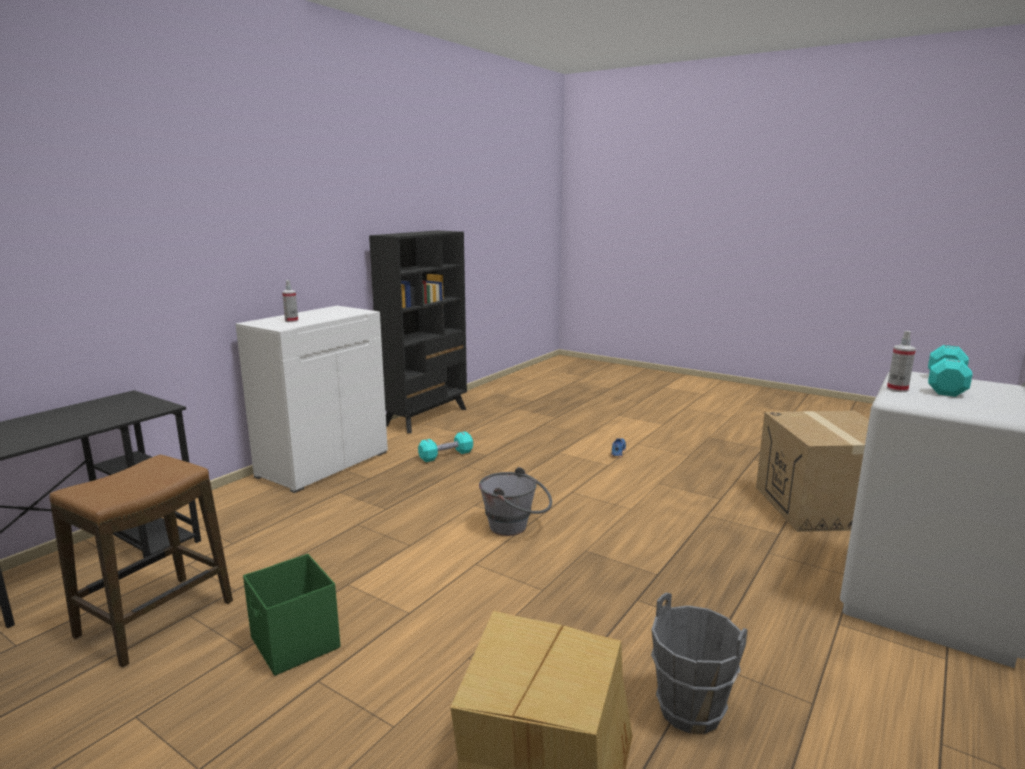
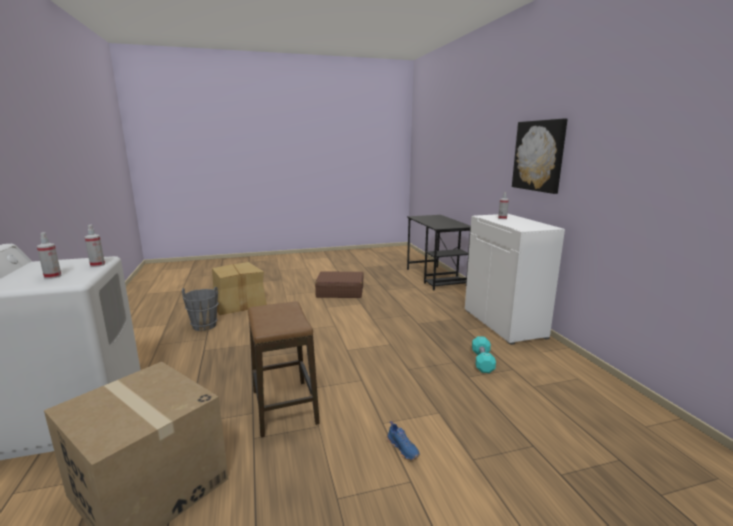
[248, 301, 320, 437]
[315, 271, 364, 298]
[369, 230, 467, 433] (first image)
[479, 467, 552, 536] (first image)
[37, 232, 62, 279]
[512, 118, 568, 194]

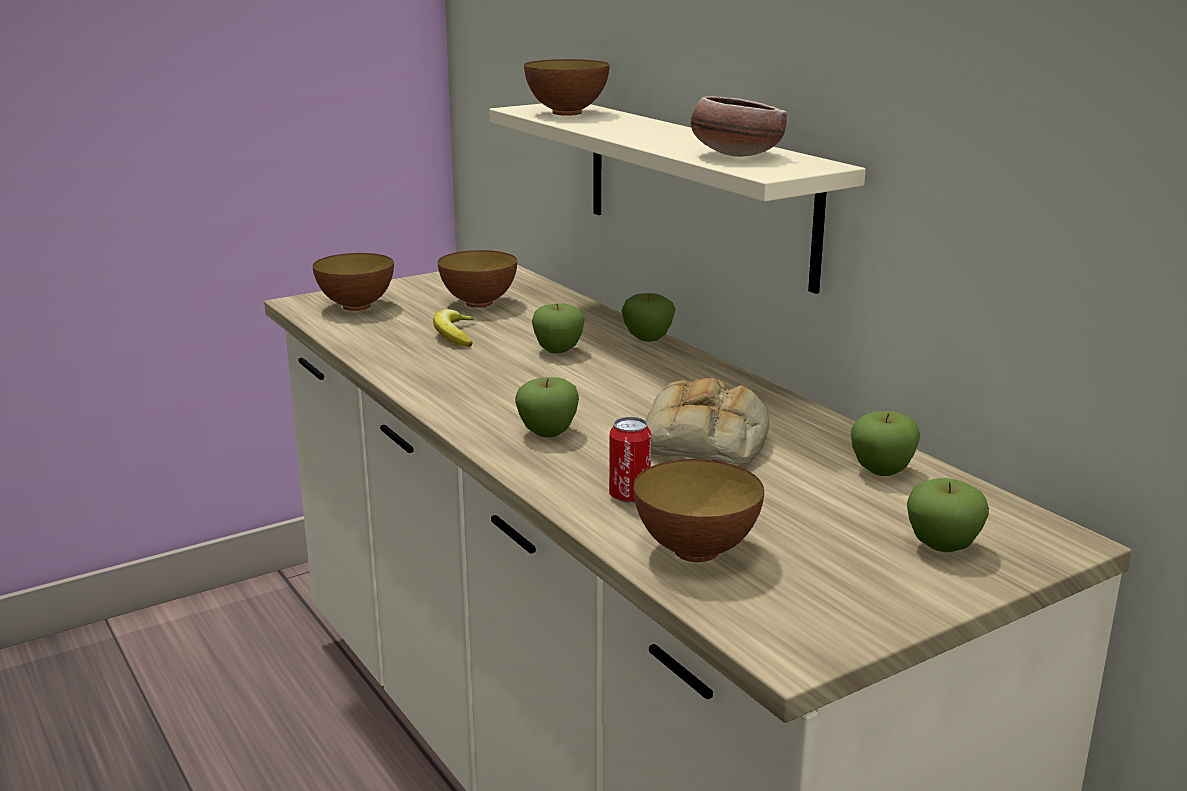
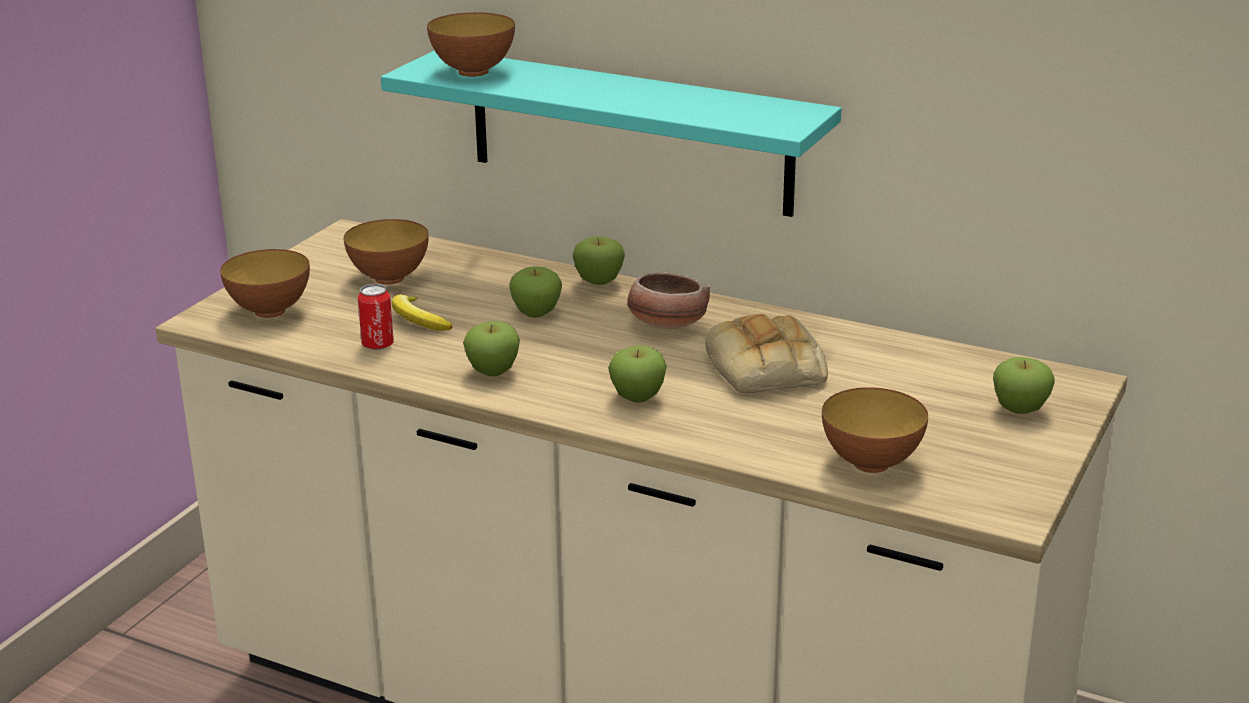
[381, 50, 842, 217]
[358, 284, 394, 350]
[627, 272, 710, 329]
[463, 321, 520, 376]

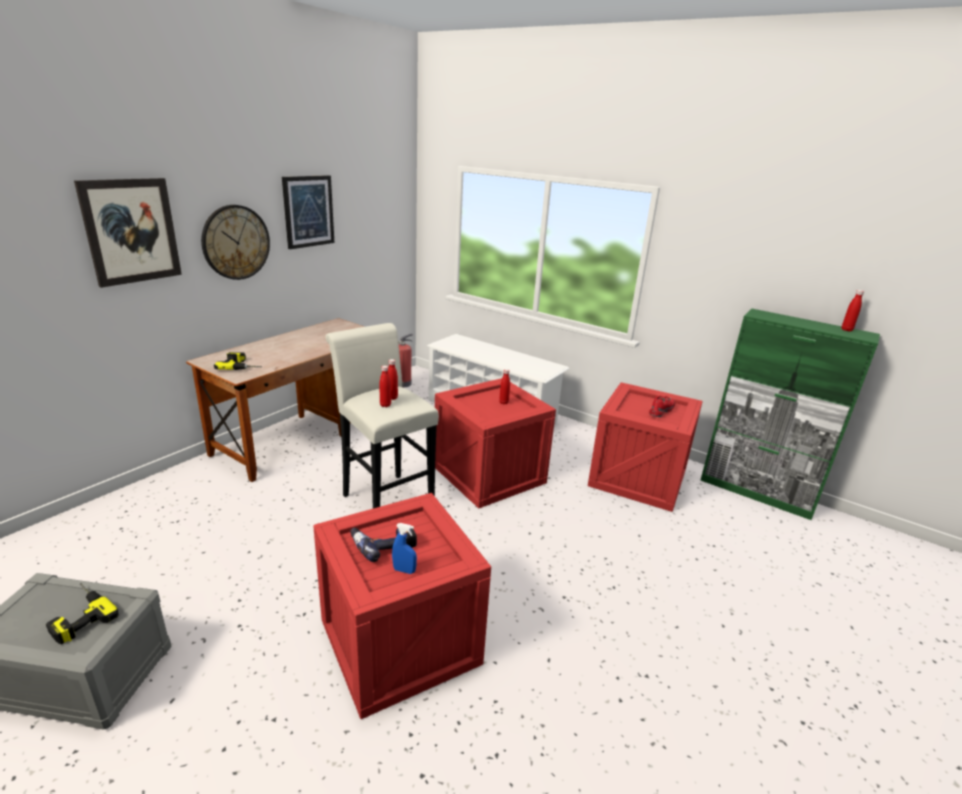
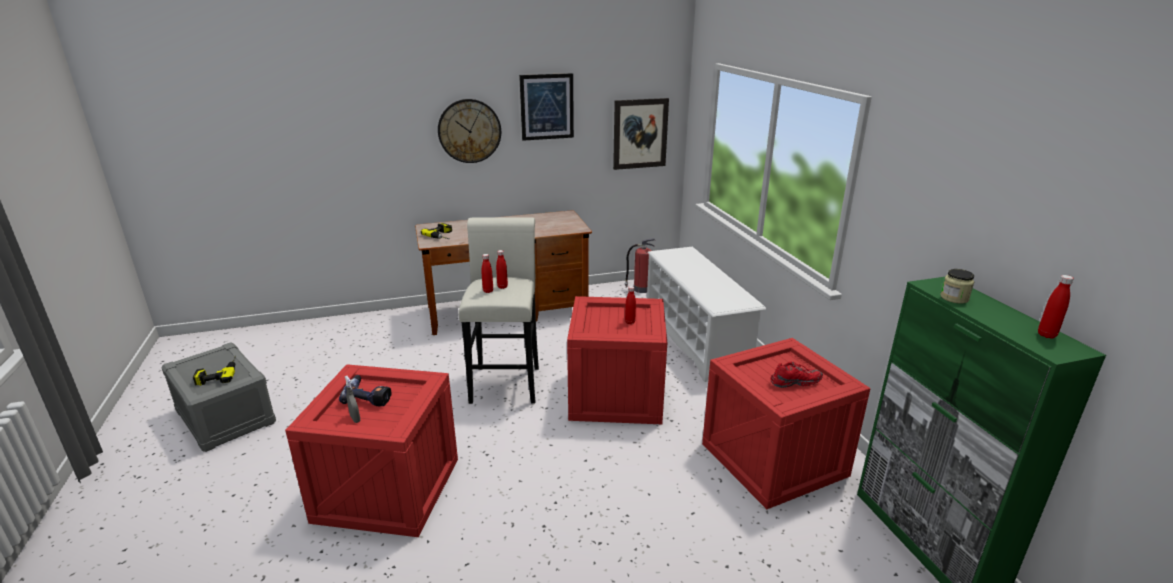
[613, 98, 669, 170]
[345, 376, 360, 423]
[940, 269, 974, 304]

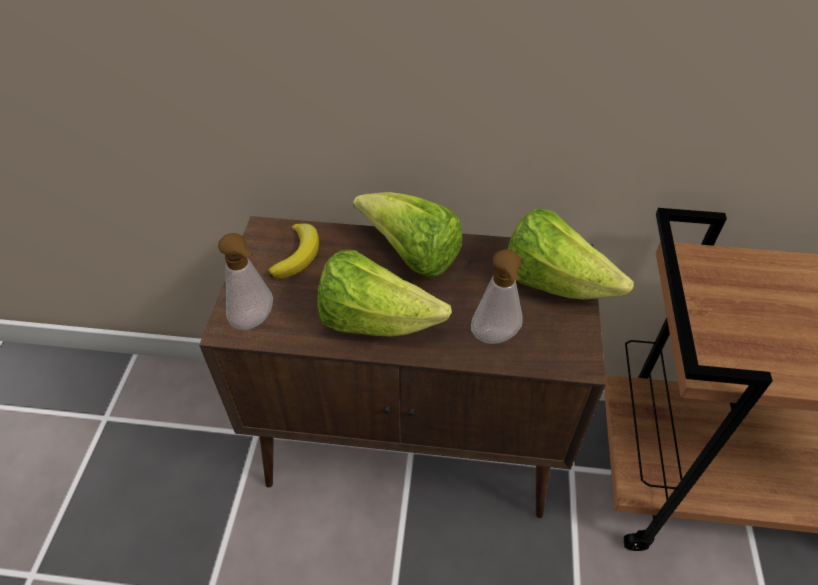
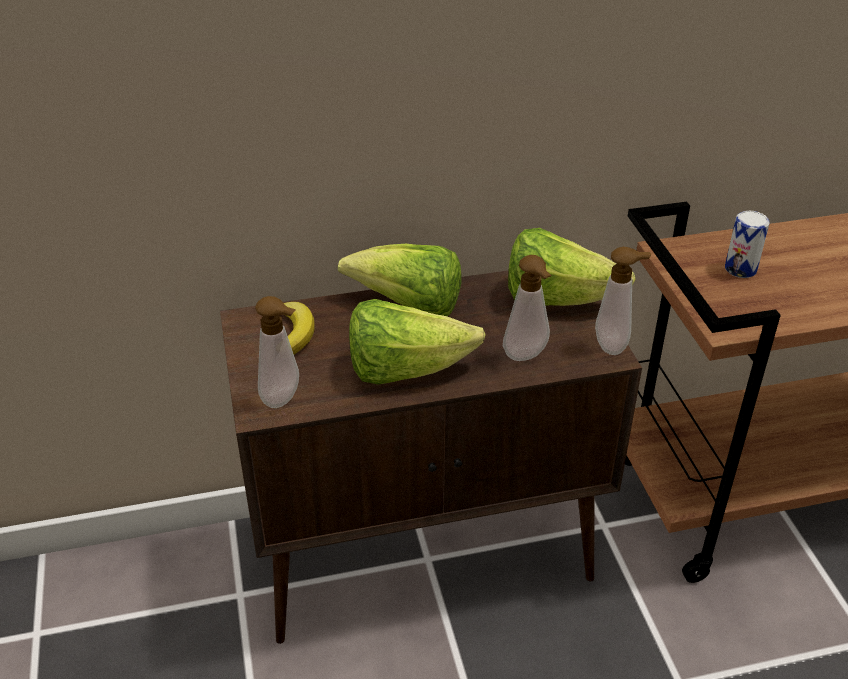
[595, 247, 651, 355]
[725, 211, 770, 278]

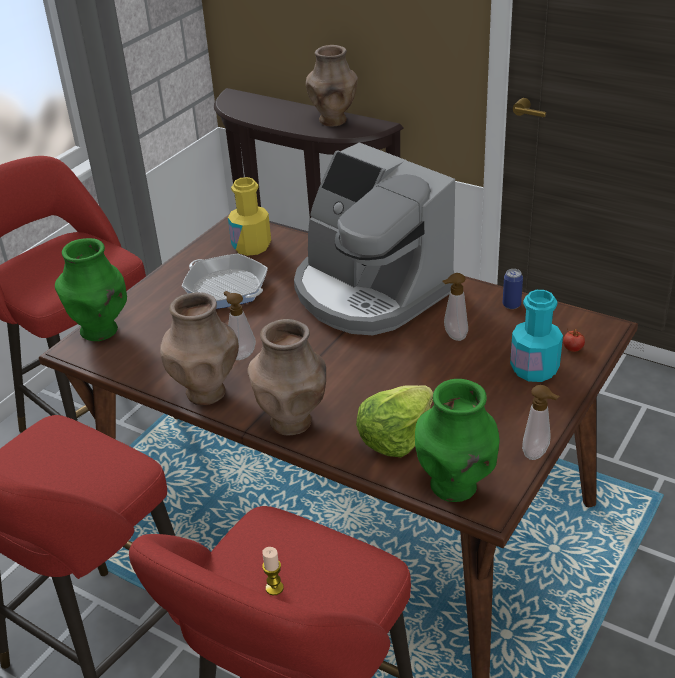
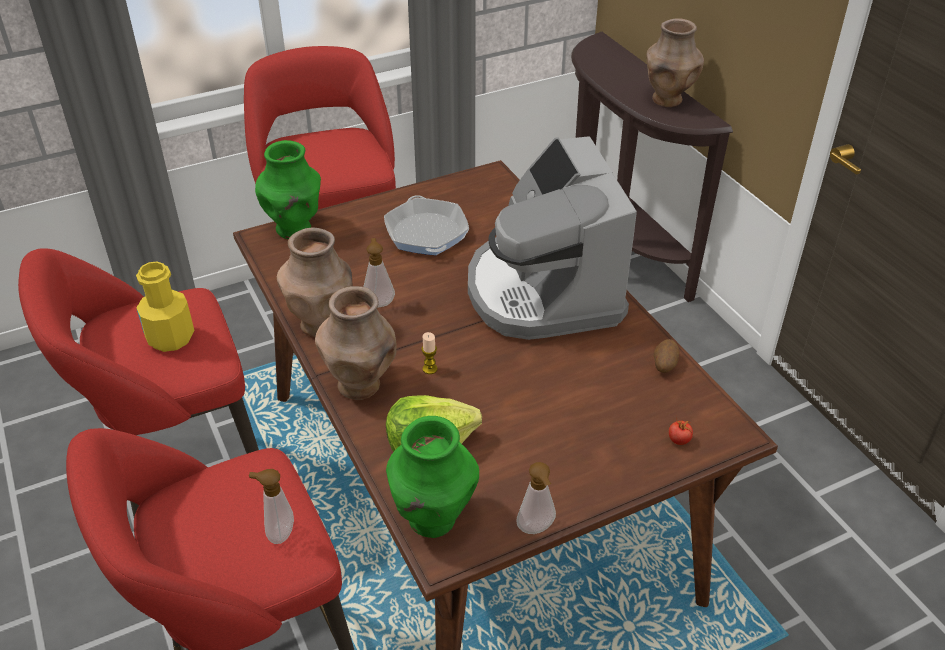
[136, 261, 194, 352]
[421, 332, 438, 374]
[249, 469, 294, 544]
[653, 339, 679, 373]
[510, 290, 563, 382] (first image)

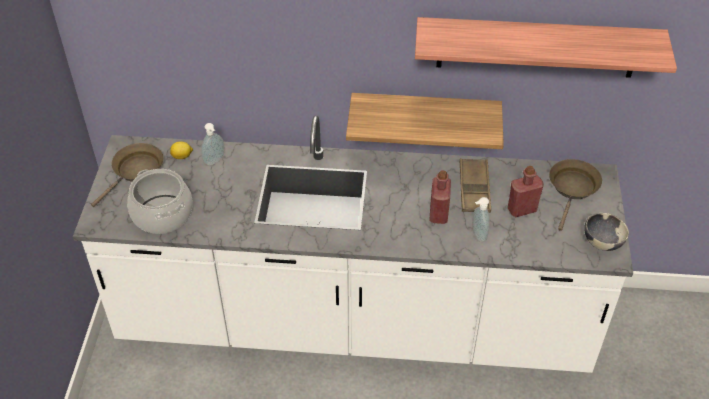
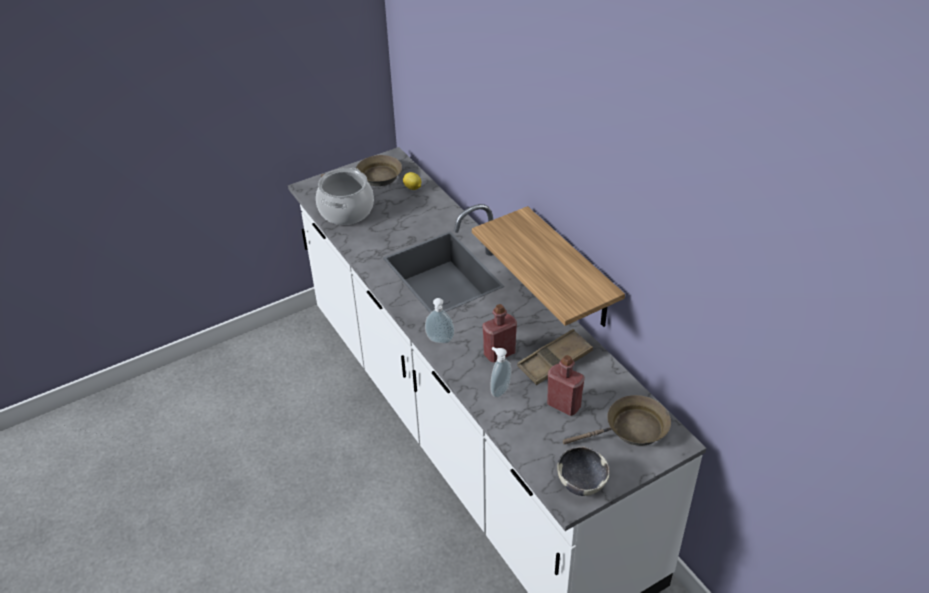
[425, 298, 455, 344]
[415, 17, 677, 78] (first image)

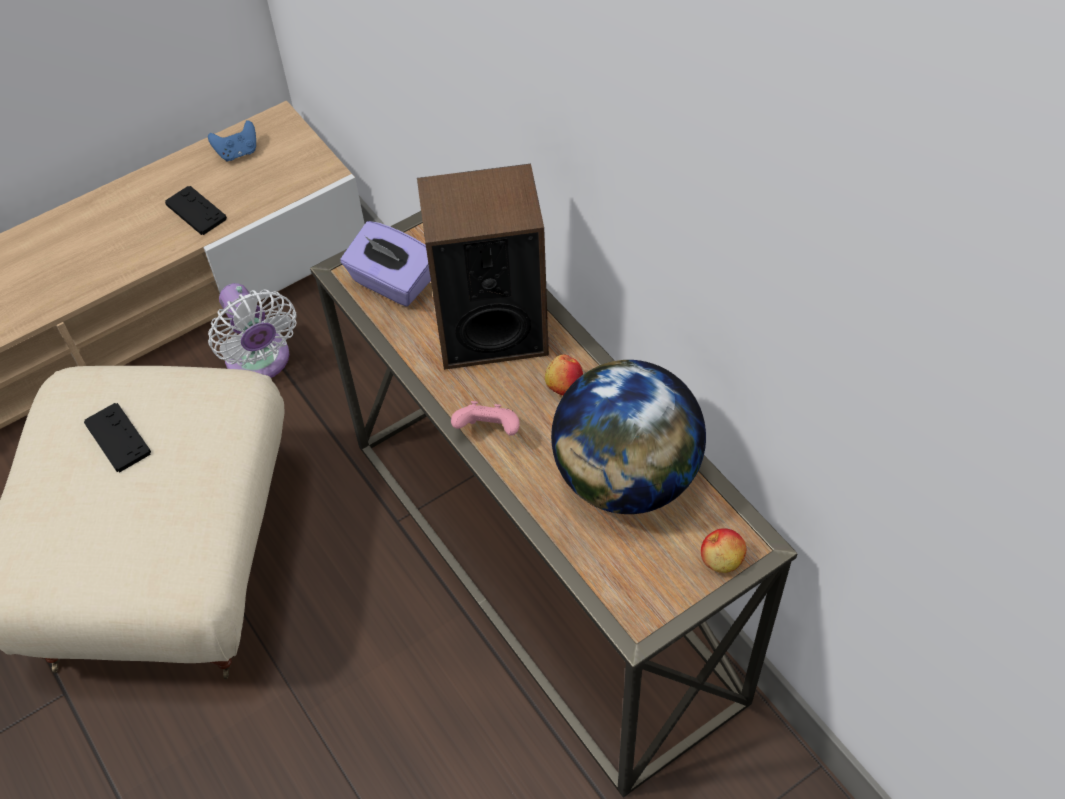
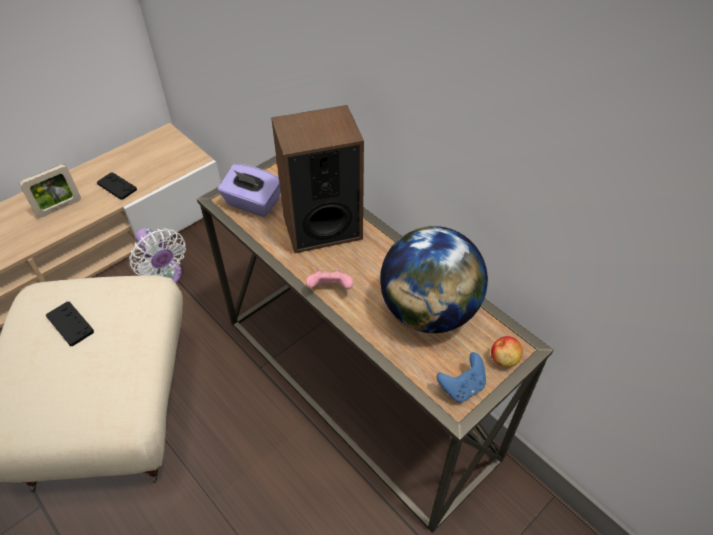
[437, 352, 486, 402]
[545, 354, 583, 396] (first image)
[19, 164, 81, 218]

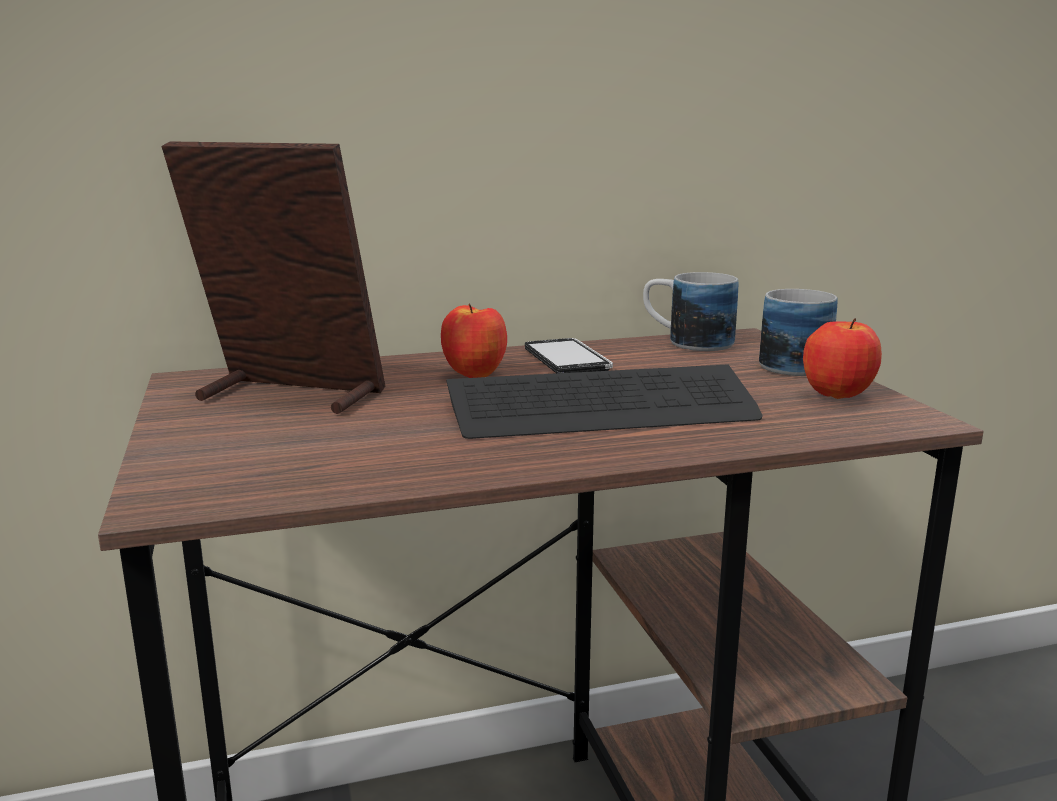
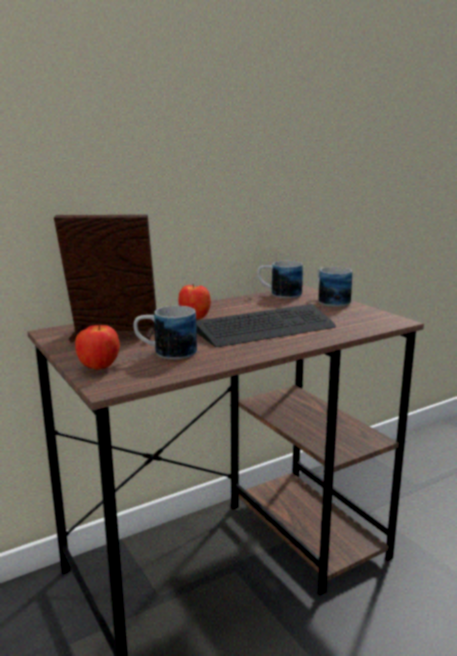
[525, 338, 613, 373] (first image)
[75, 324, 120, 370]
[134, 306, 197, 360]

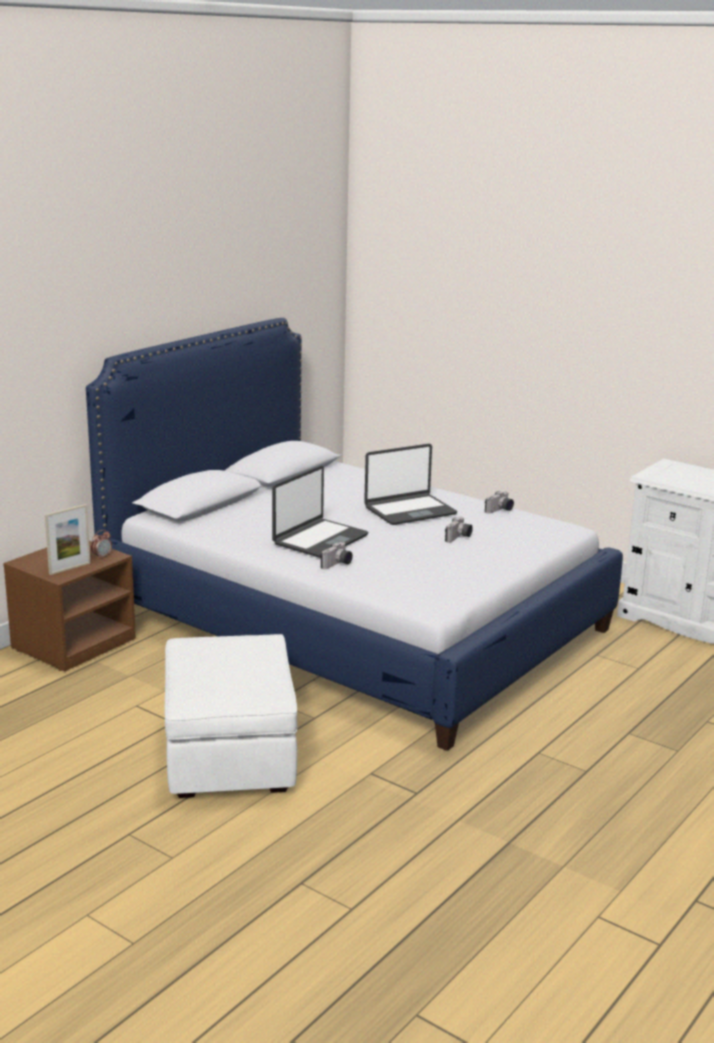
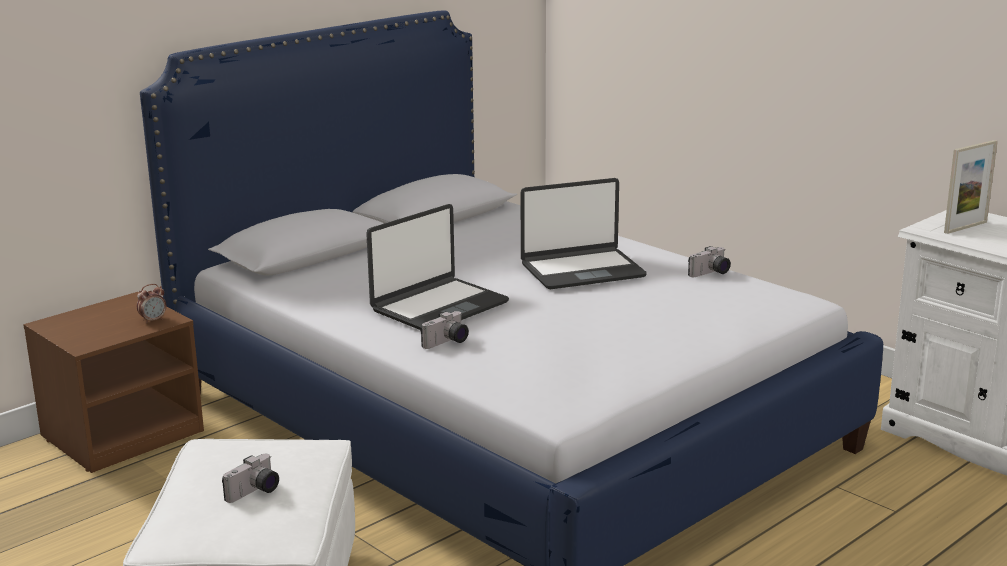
[944, 140, 998, 234]
[222, 454, 279, 503]

